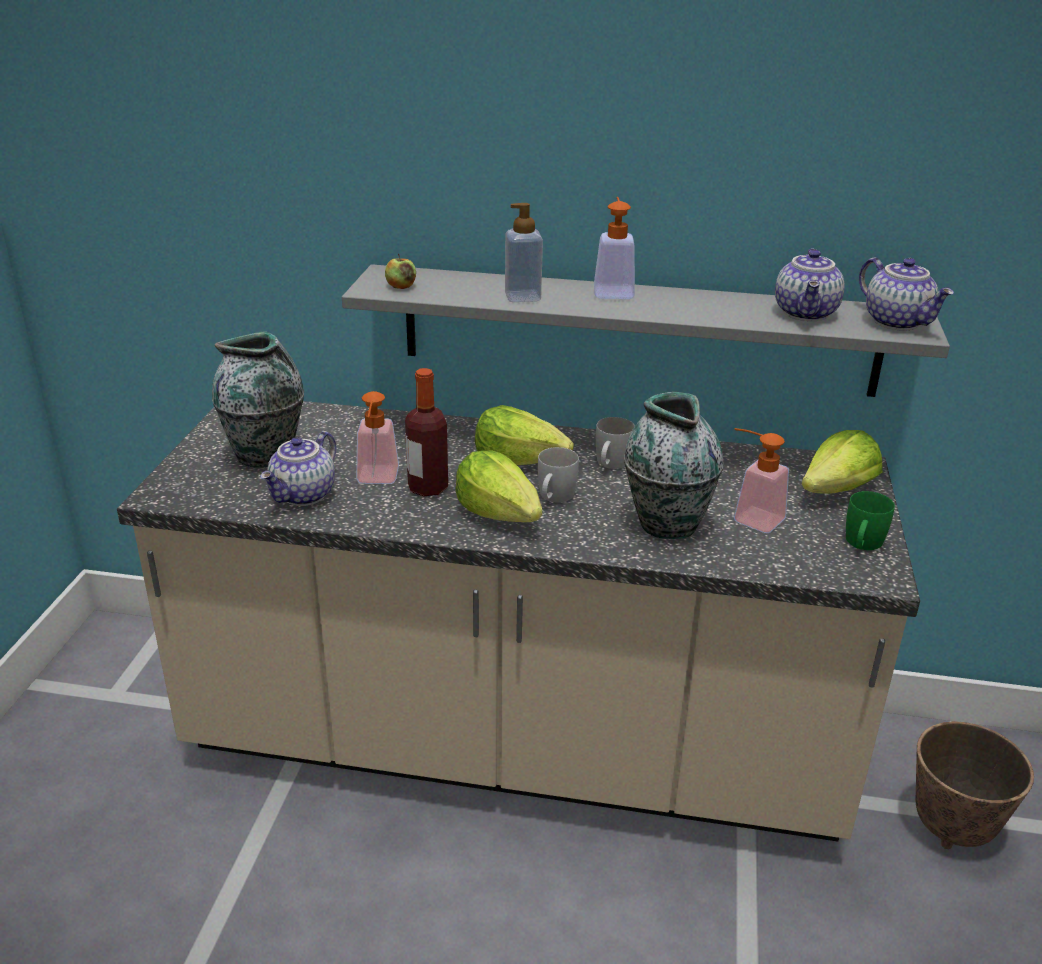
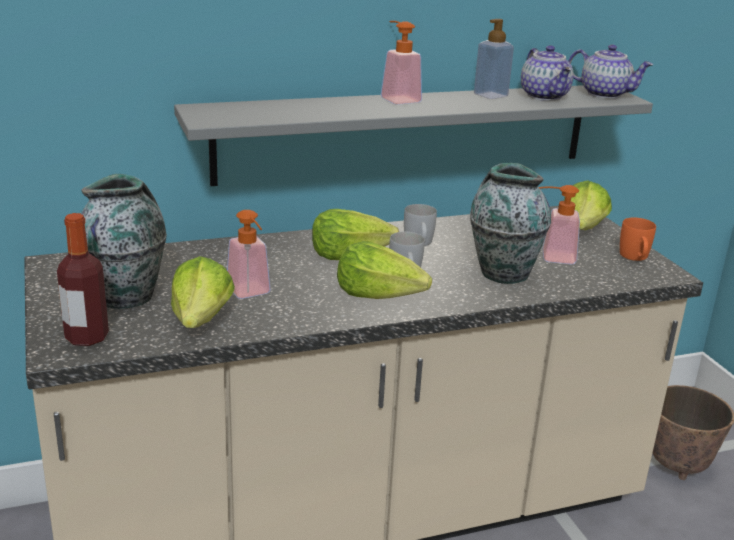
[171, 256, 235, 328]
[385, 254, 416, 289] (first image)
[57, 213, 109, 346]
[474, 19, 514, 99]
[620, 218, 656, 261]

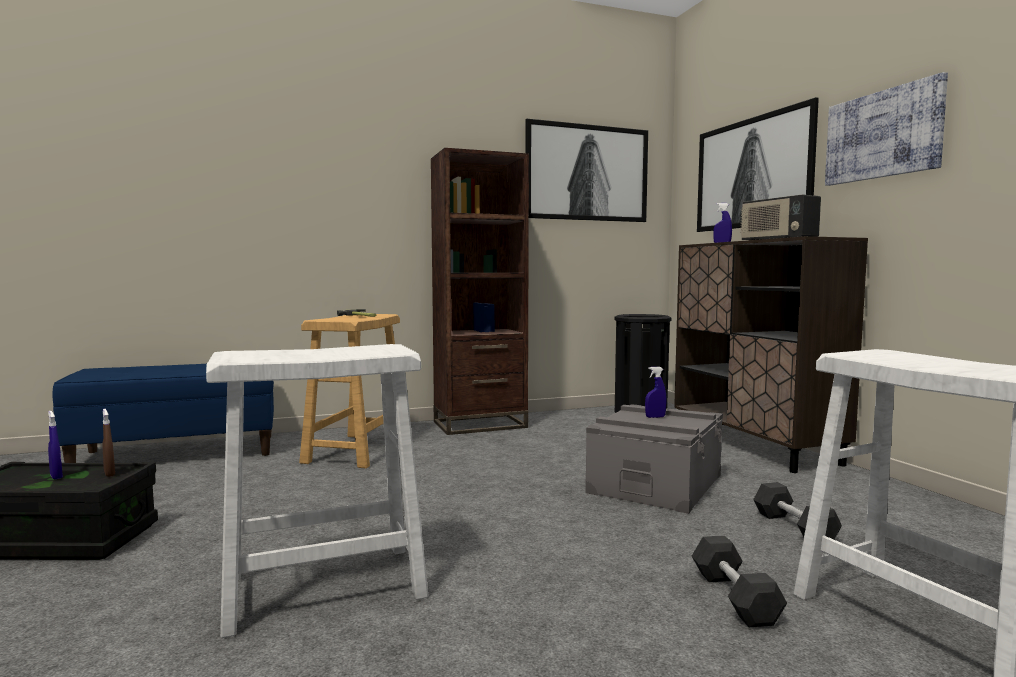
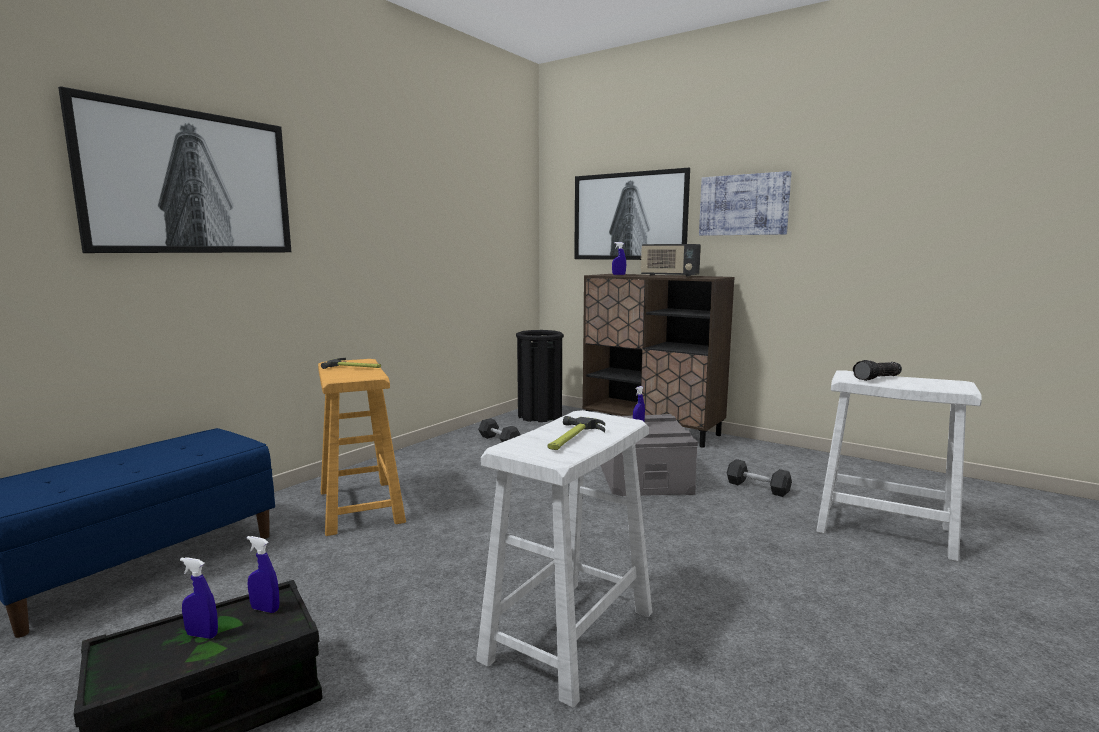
[247, 536, 279, 613]
[431, 148, 529, 435] (first image)
[58, 86, 291, 253]
[478, 418, 521, 442]
[547, 416, 605, 450]
[853, 360, 902, 381]

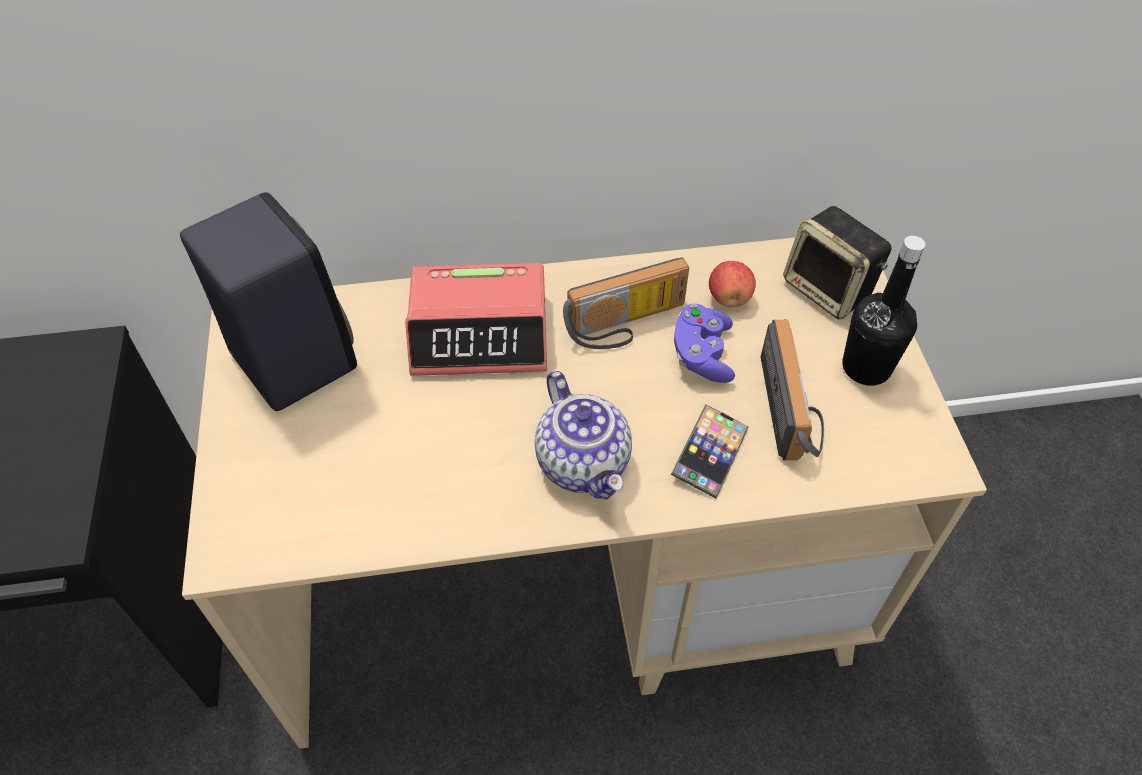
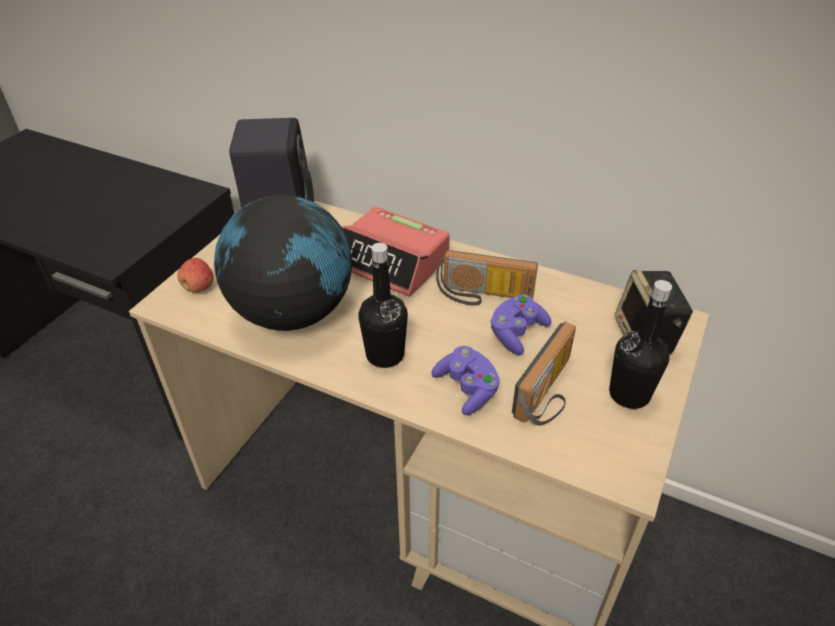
[358, 243, 408, 368]
[431, 346, 501, 415]
[177, 258, 214, 292]
[214, 195, 352, 331]

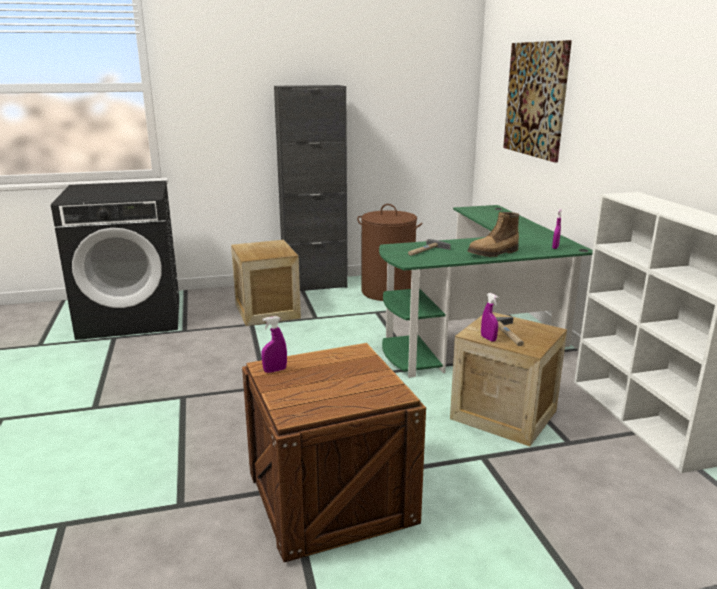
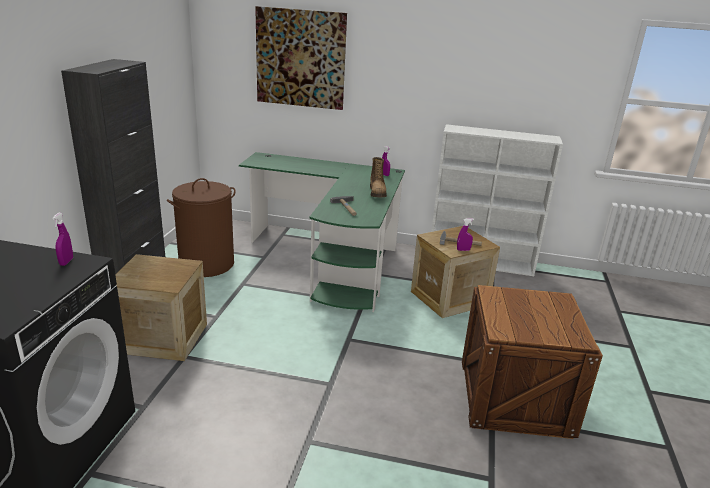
[52, 212, 73, 266]

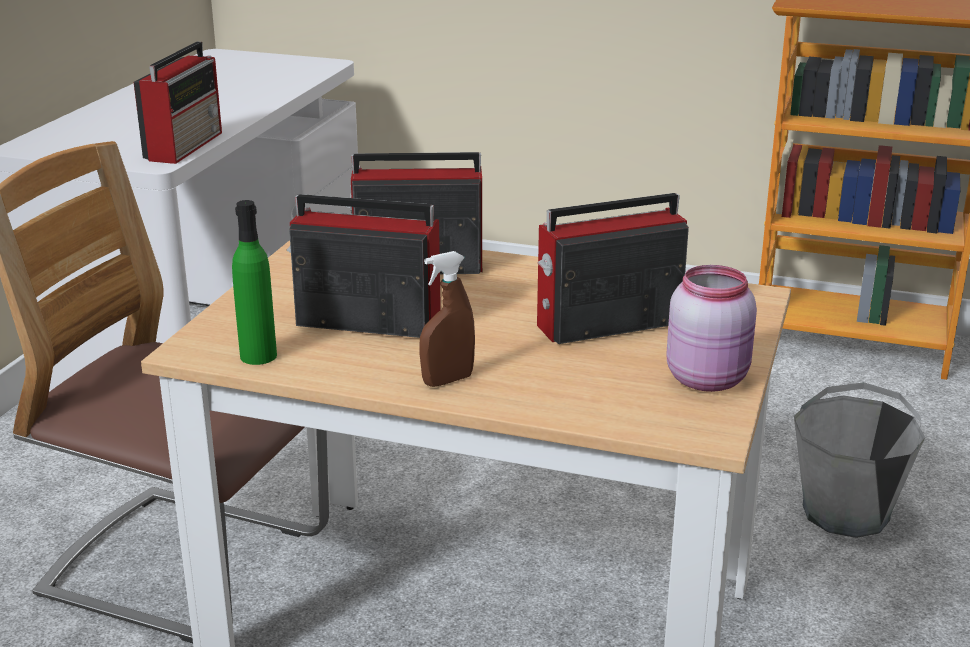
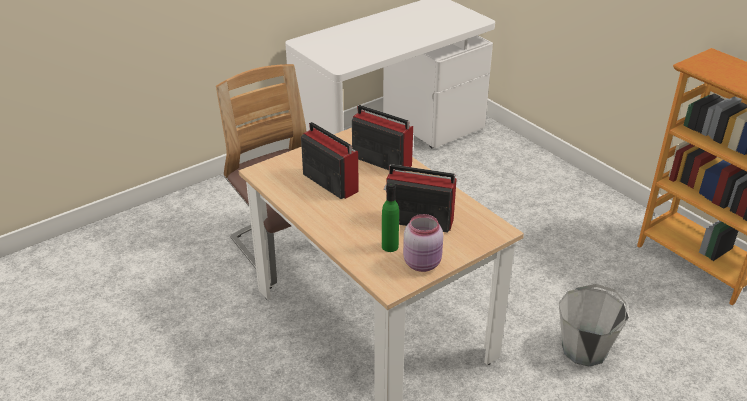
[134, 42, 222, 164] (first image)
[382, 182, 399, 252]
[420, 251, 475, 387] (first image)

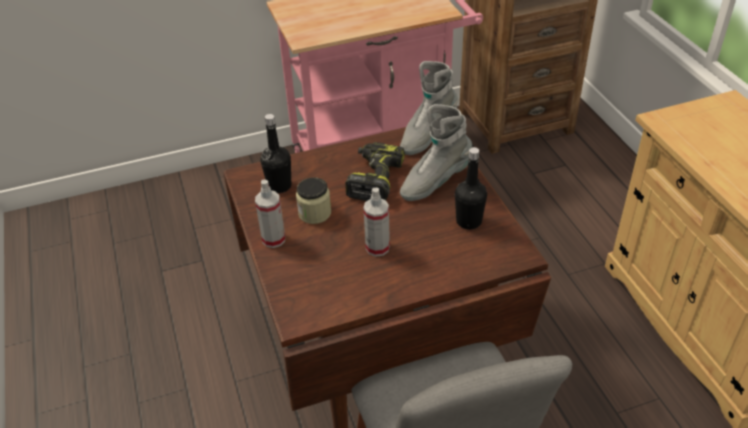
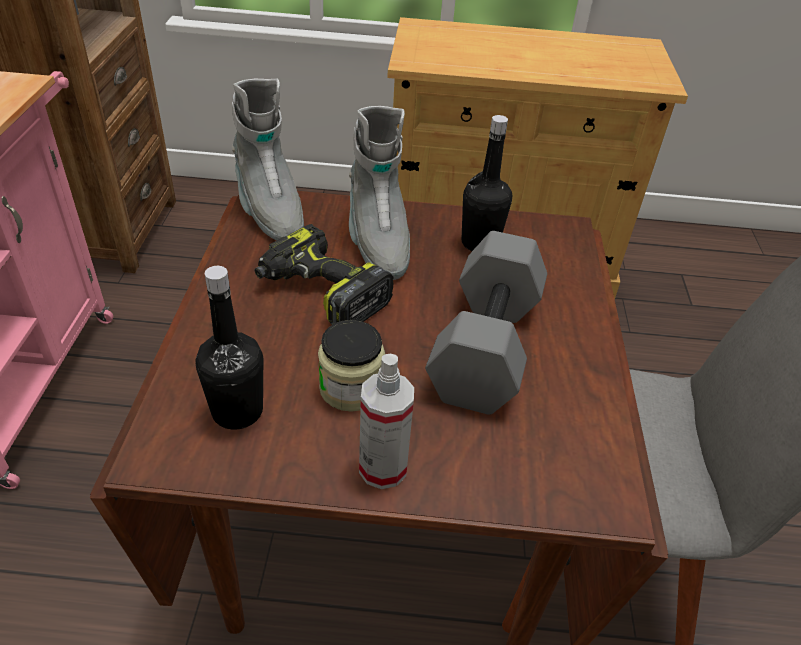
[425, 231, 547, 415]

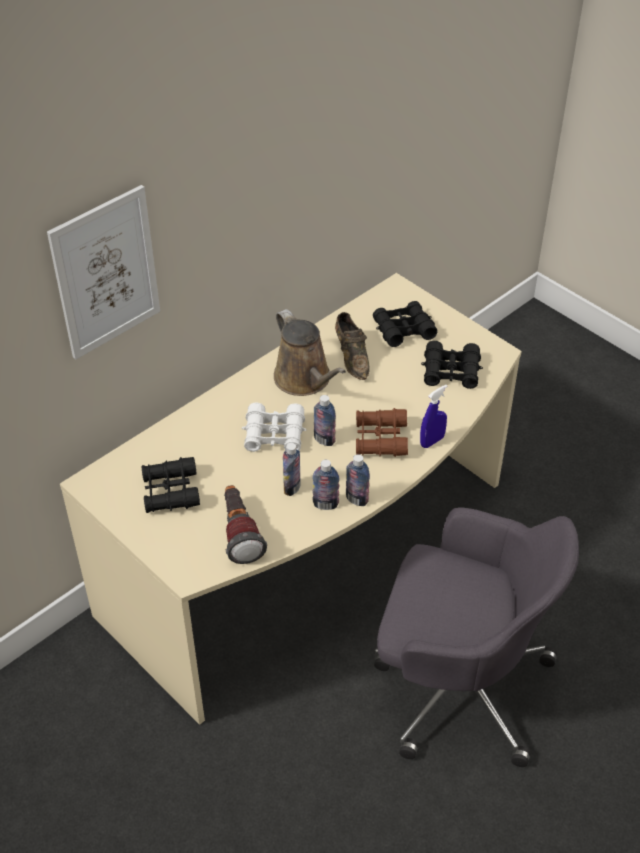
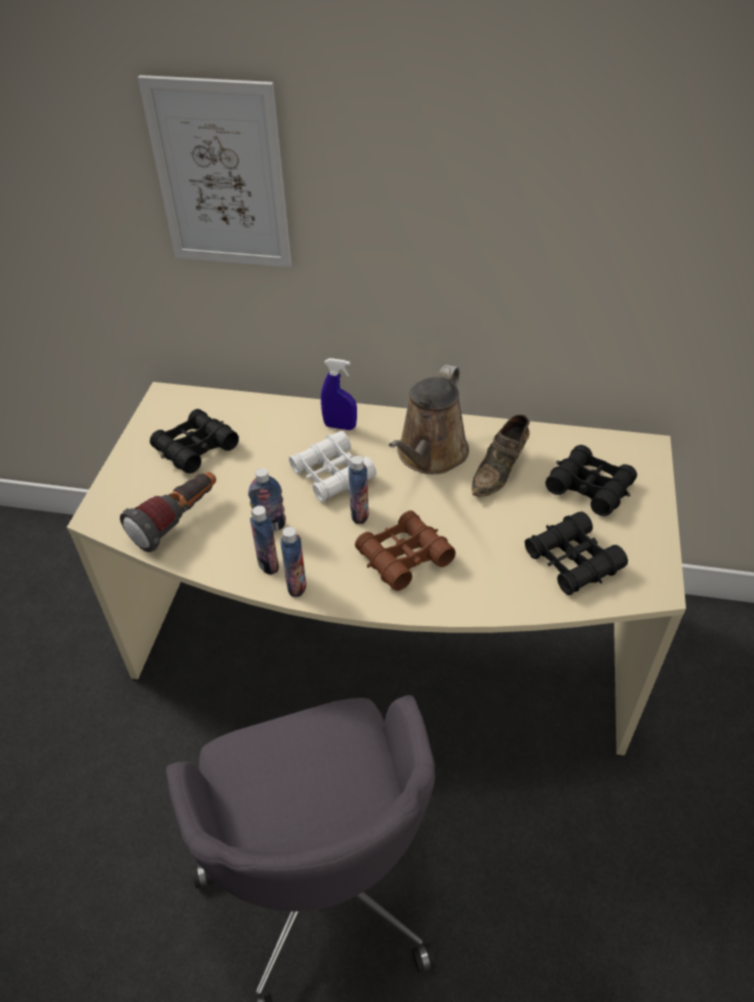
[321, 358, 357, 430]

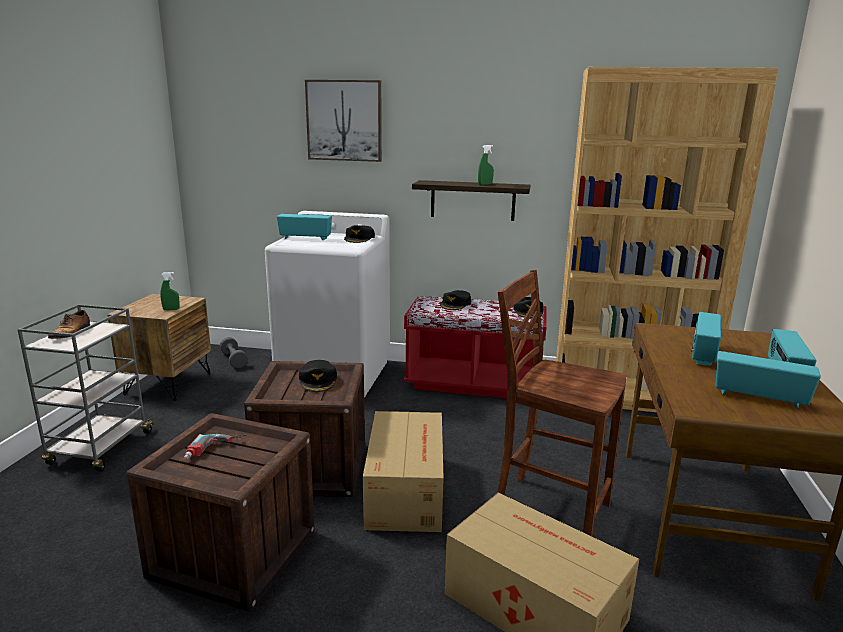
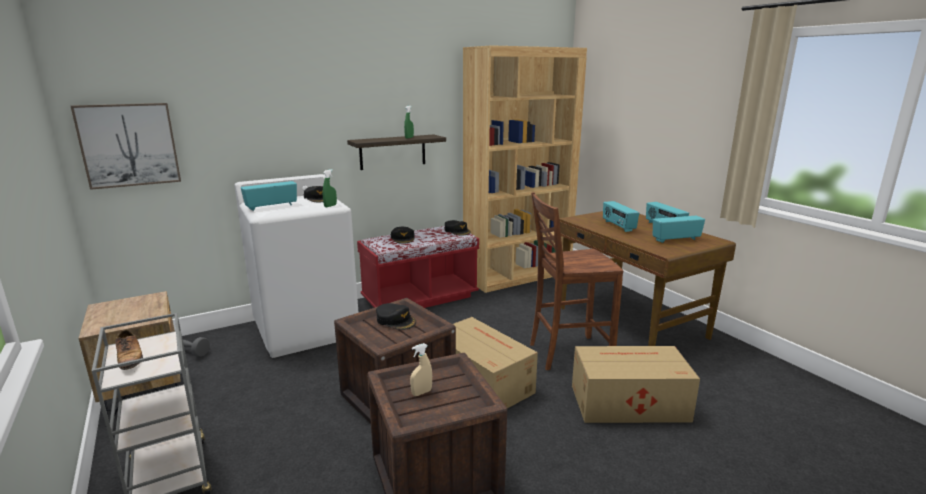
[323, 169, 337, 207]
[410, 343, 432, 396]
[71, 103, 181, 190]

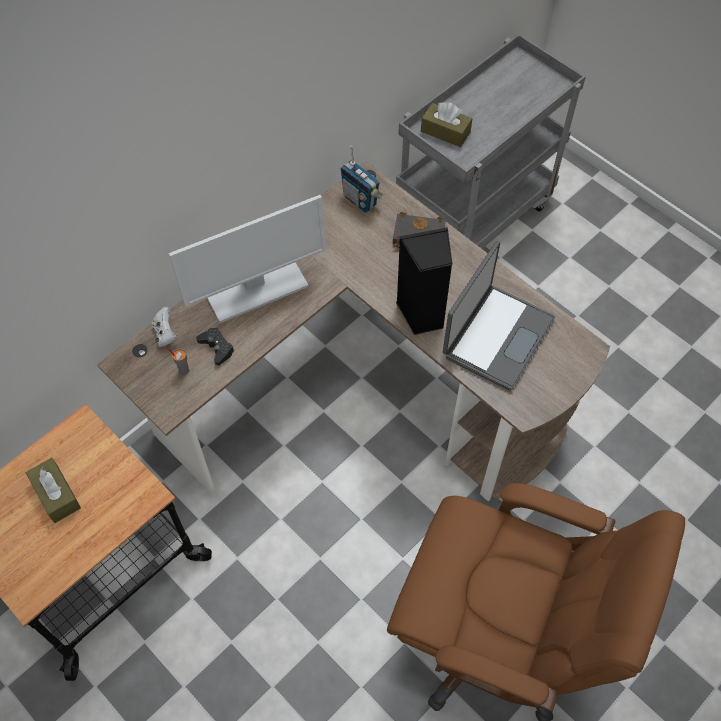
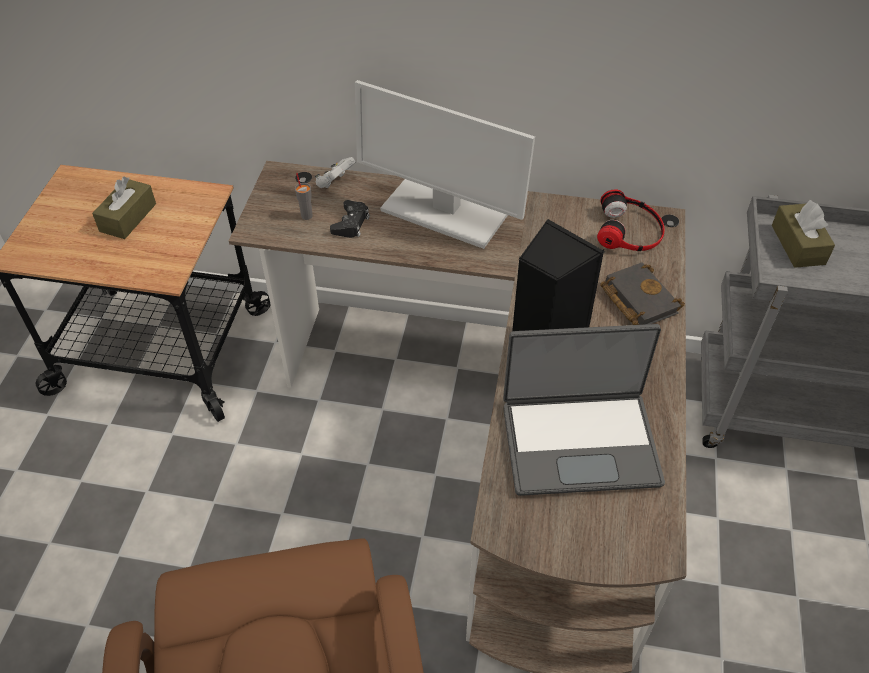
[597, 189, 664, 251]

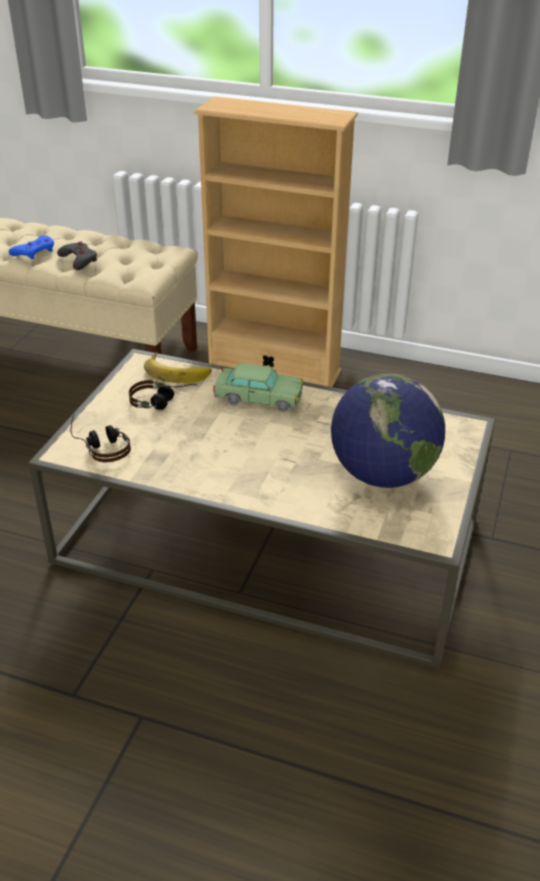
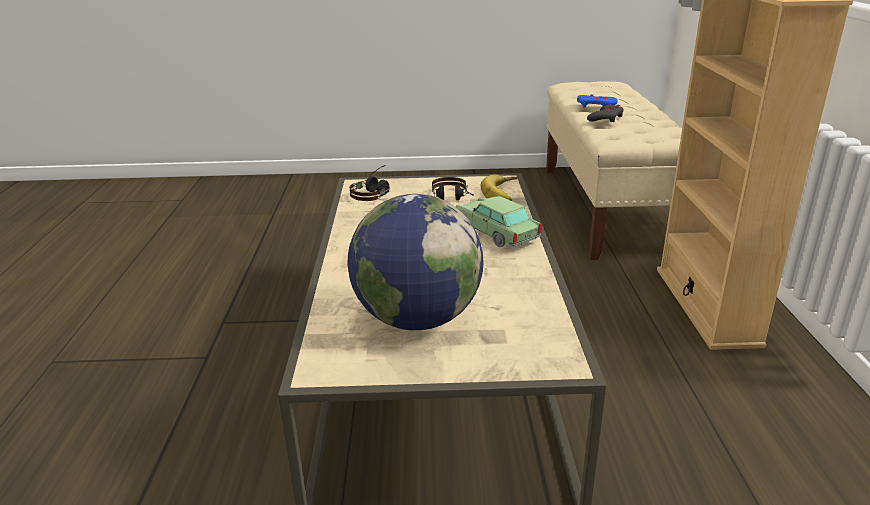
[455, 196, 542, 247]

